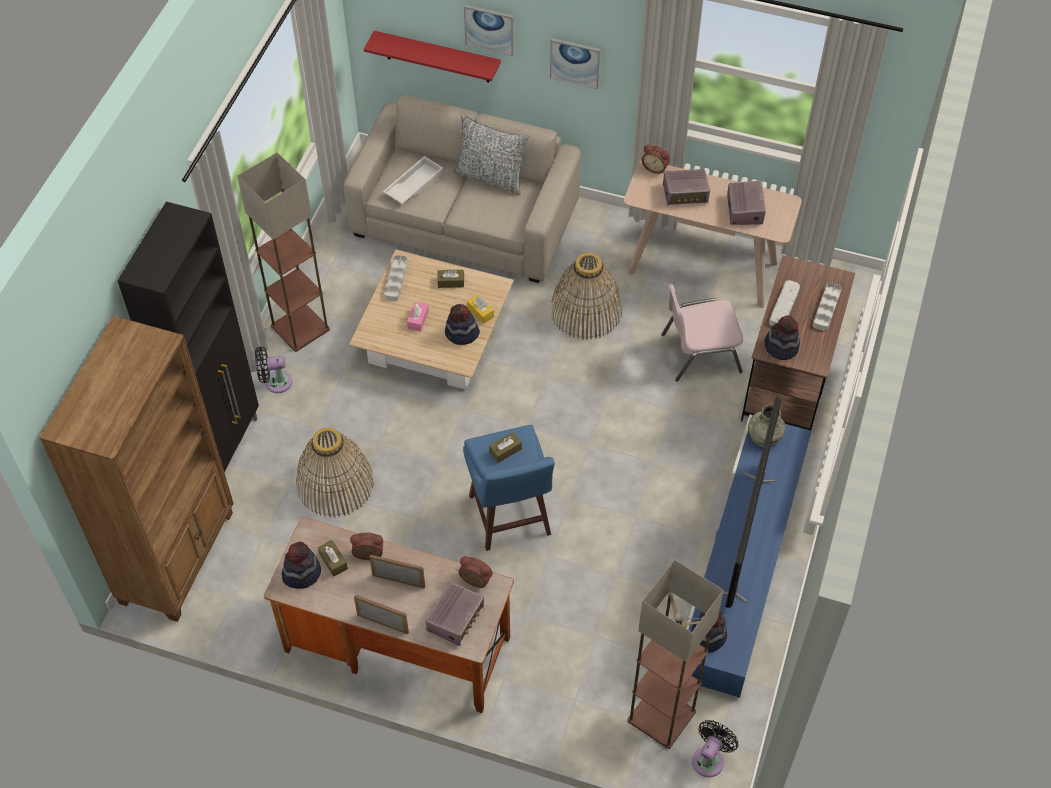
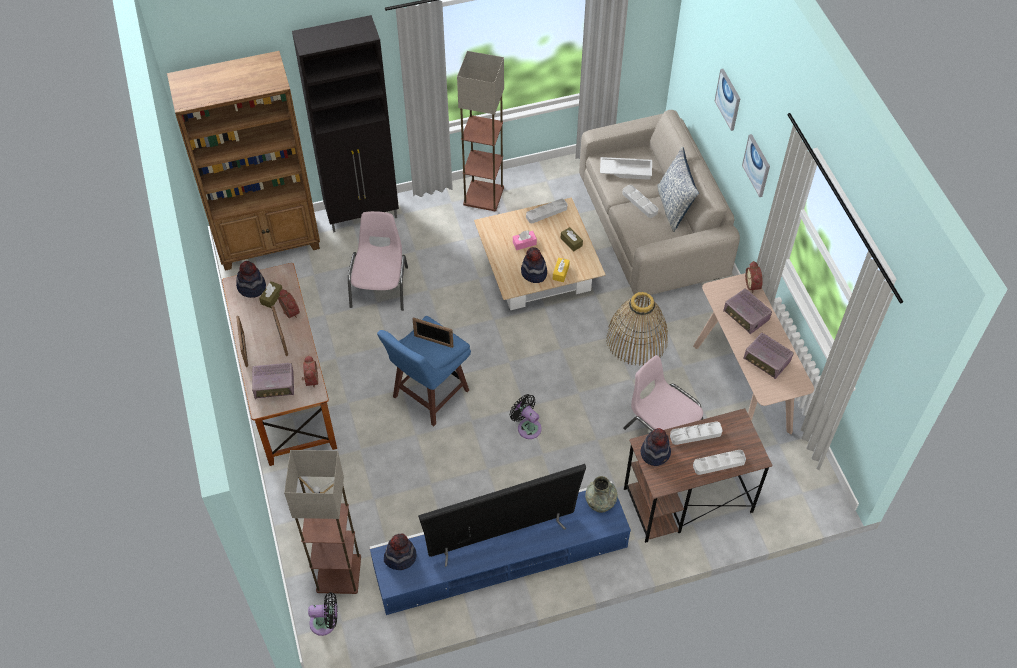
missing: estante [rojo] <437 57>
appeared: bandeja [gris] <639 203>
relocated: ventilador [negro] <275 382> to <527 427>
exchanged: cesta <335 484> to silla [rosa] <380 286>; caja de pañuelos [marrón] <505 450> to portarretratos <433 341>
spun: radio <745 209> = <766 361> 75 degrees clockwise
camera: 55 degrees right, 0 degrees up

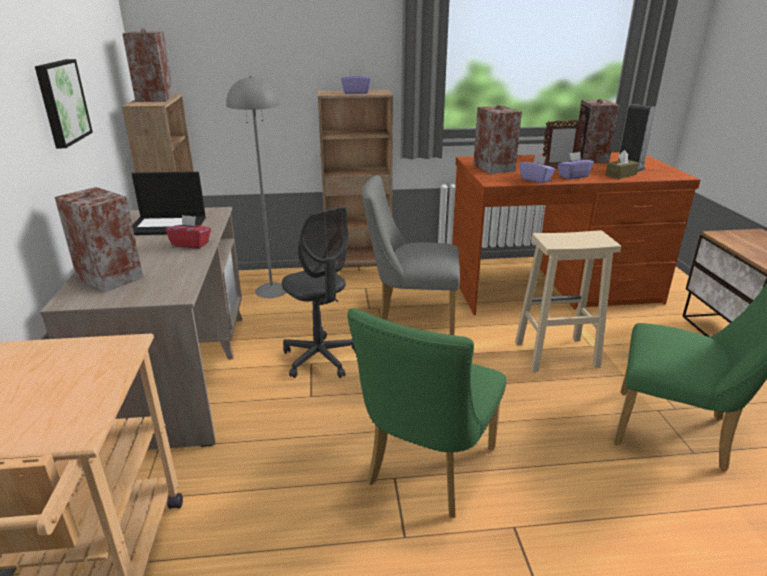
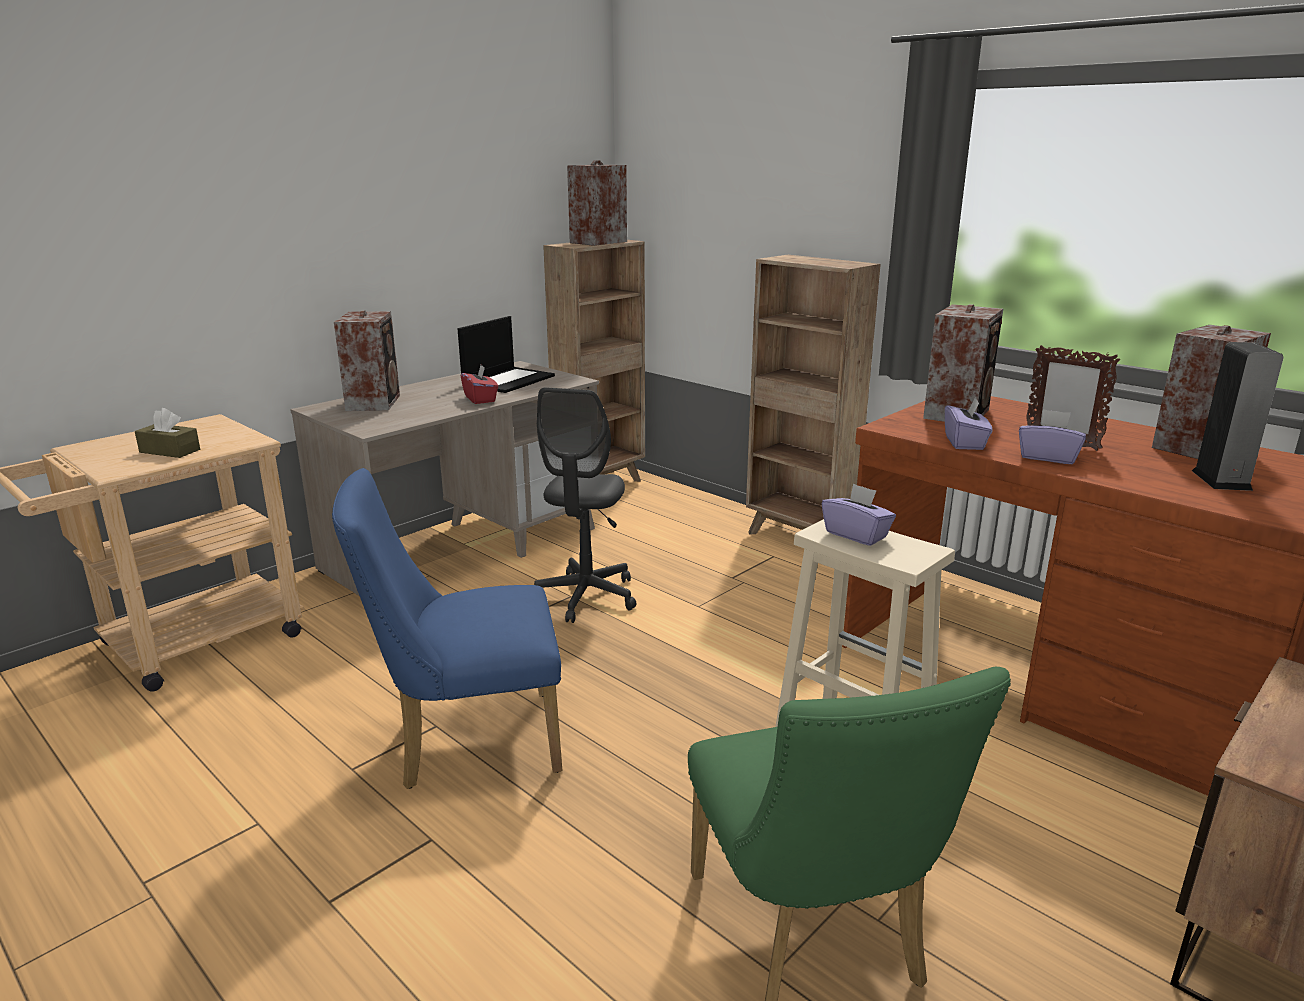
missing: cuadro <61 102>; lámpara de pie [gris] <271 290>; silla [gris] <410 316>
relocated: caja de pañuelos [morado] <355 93> to <856 535>; caja de pañuelos [marrón] <620 175> to <170 451>
colour: silla [verde] <426 472> to silla [azul] <466 741>
spun: portátil <168 225> = <508 380> 105 degrees counterclockwise
camera: 50 degrees right, 5 degrees down

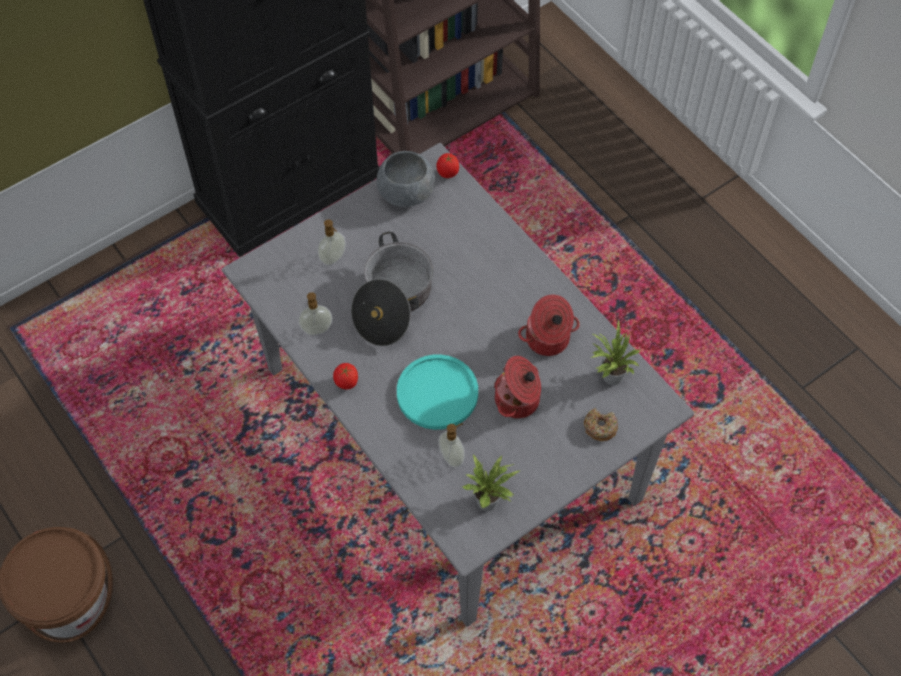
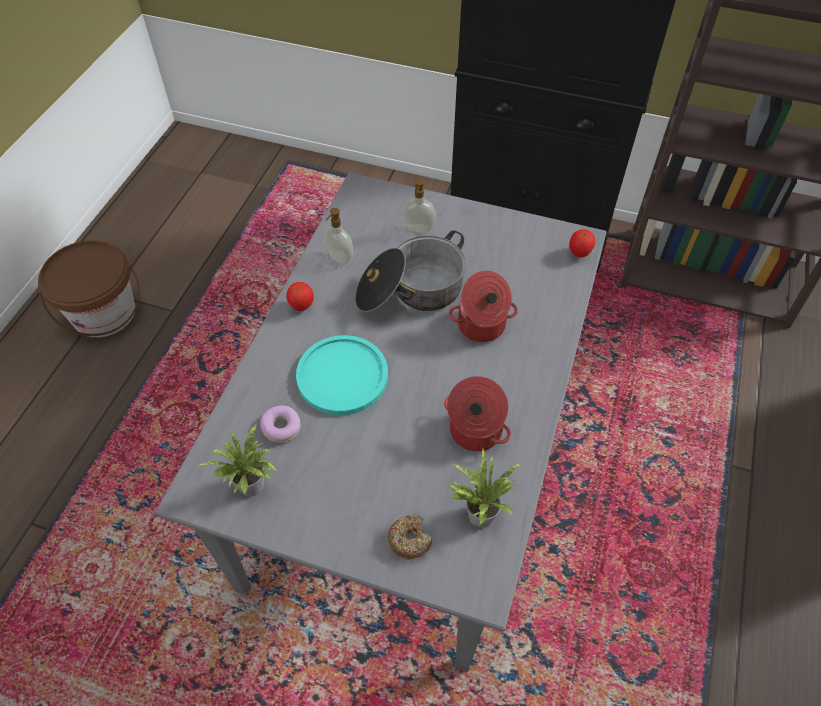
missing: cuenco [gris] <406 192>
relocated: olla <518 400> to <481 326>
exchanged: dispensador de jabón <452 457> to rosquilla <281 427>
camera: 55 degrees right, 5 degrees down

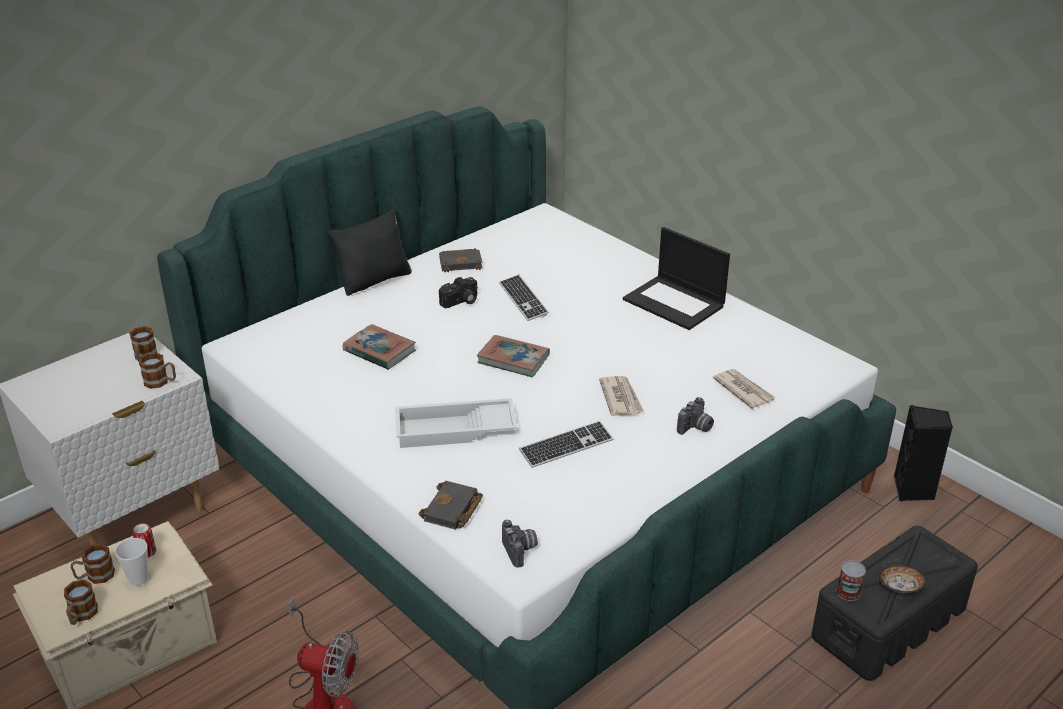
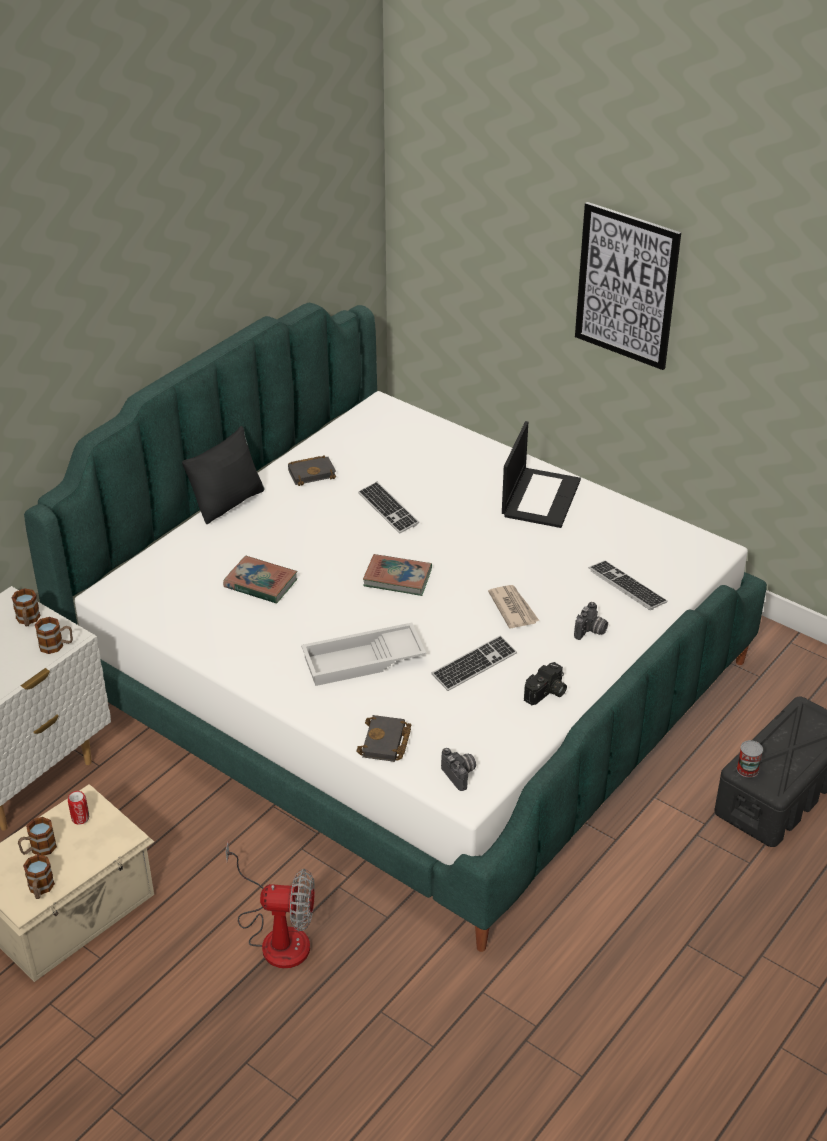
missing: altavoz [negro] <913 490>; taza <139 579>; cuenco <899 587>
appeared: cuadro <626 286>
relocated: cámara <461 302> to <547 693>
exchanged: periódico <743 390> to teclado <627 586>
spun: portátil <675 303> = <540 497> 105 degrees counterclockwise
camera: 10 degrees left, 5 degrees up

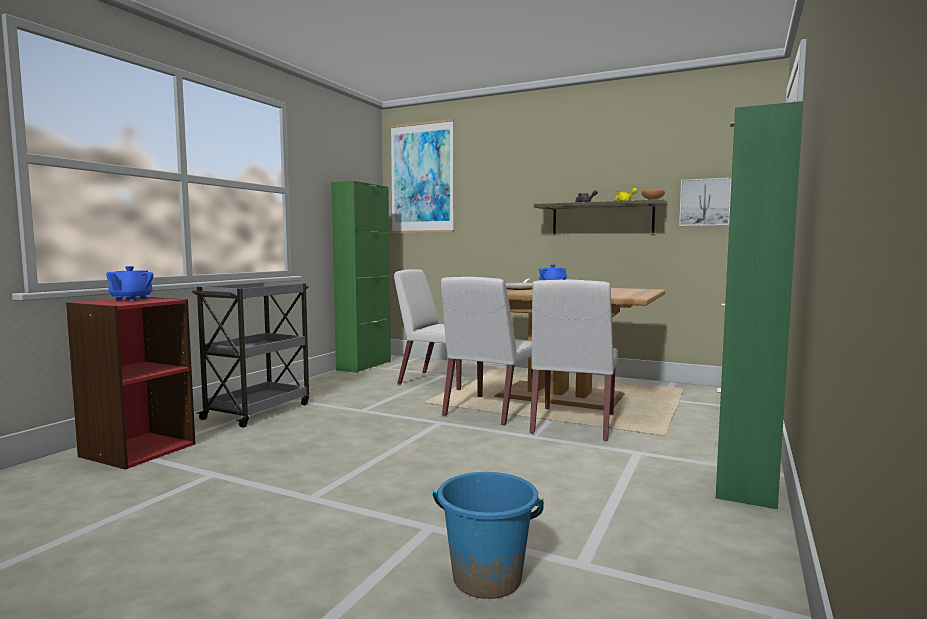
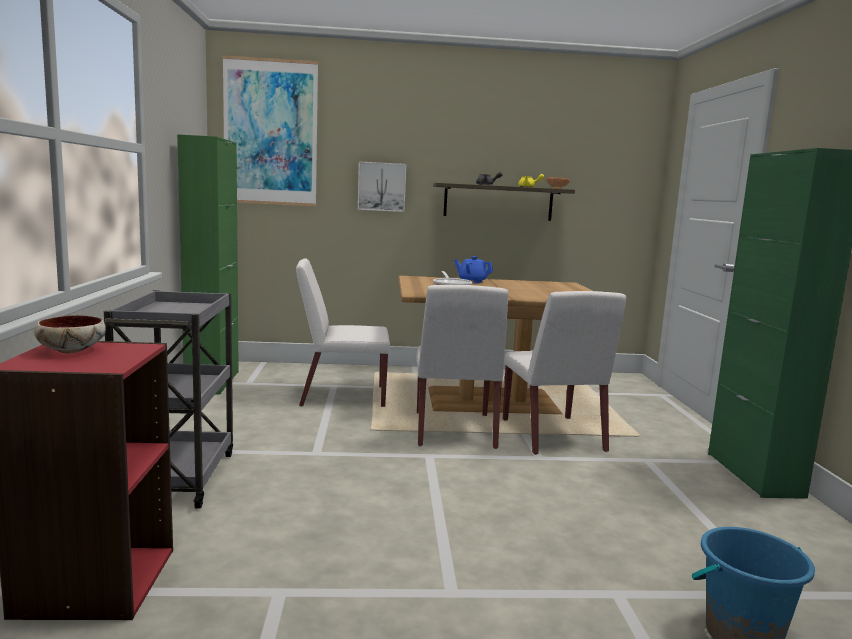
relocated: cuadro <705 202> to <381 186>
exchanged: tetera [azul] <131 299> to cuenco <71 350>
camera: 30 degrees left, 5 degrees up

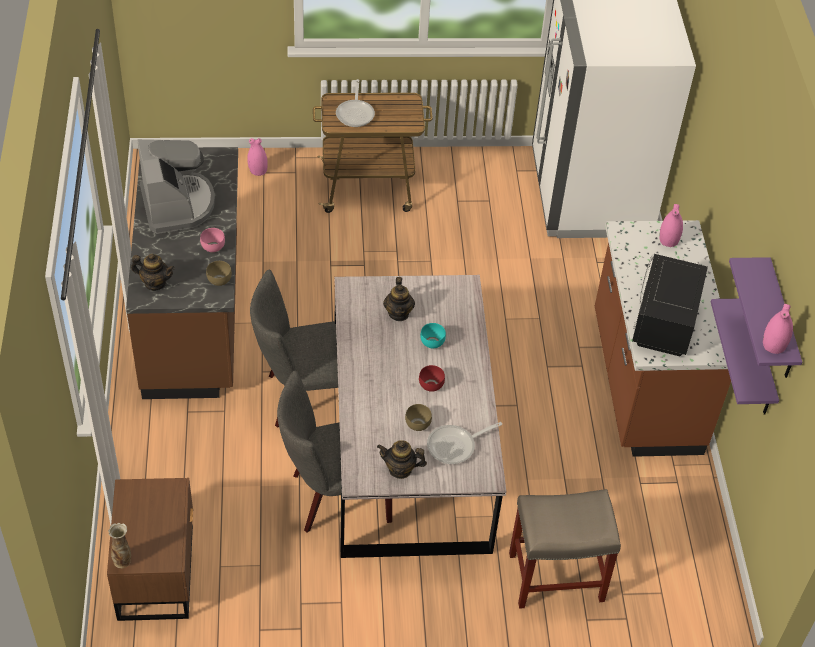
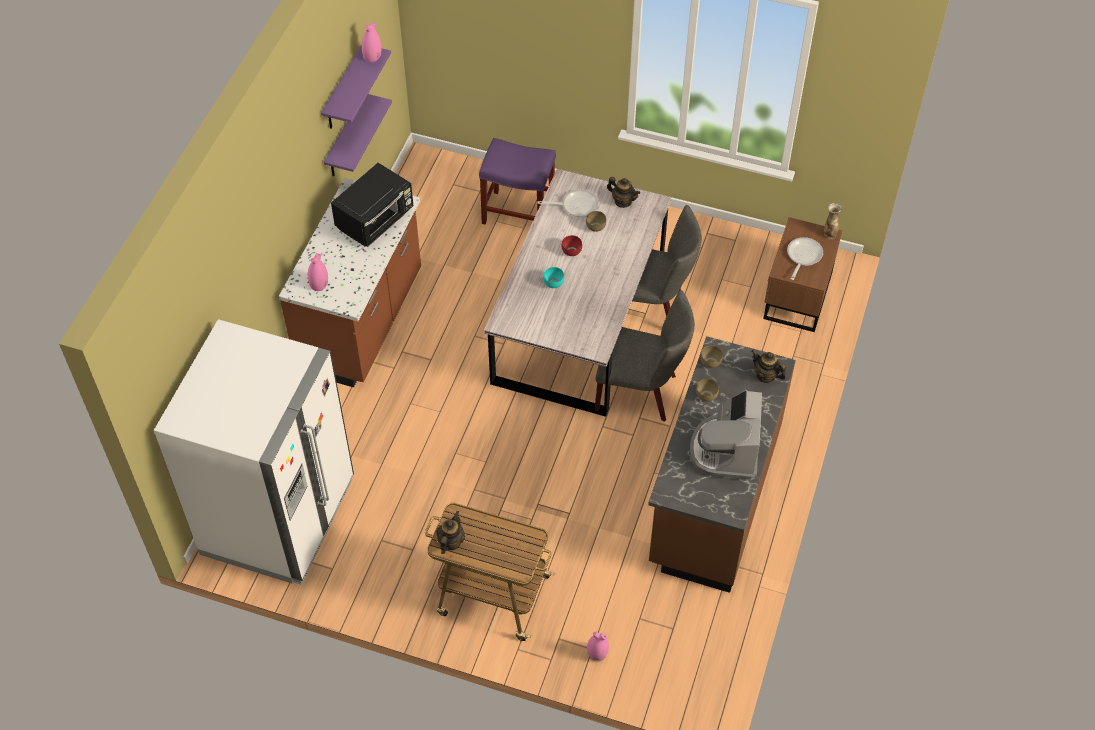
relocated: sartén <355 113> to <802 256>; tetera <398 313> to <450 542>
colour: cuenco [rosa] <214 247> to cuenco [marrón] <705 396>; taburete [beis] <554 577> to taburete [morado] <519 213>
camera: 155 degrees left, 5 degrees up

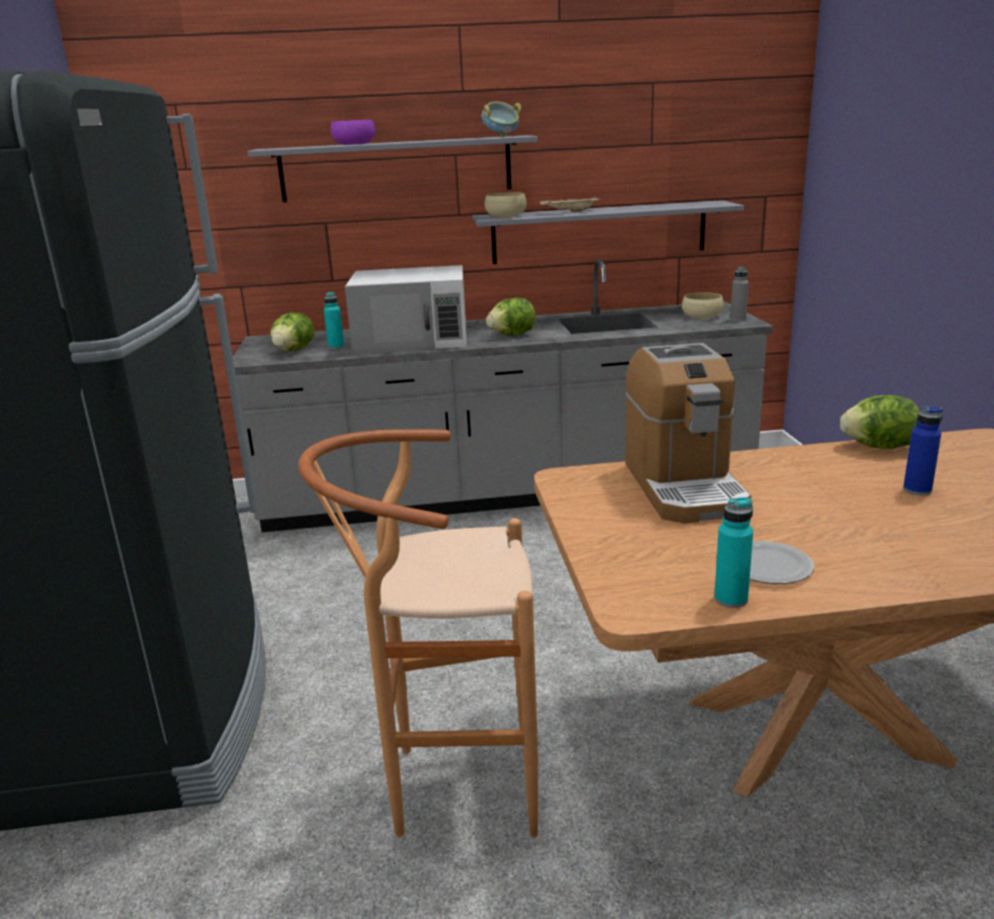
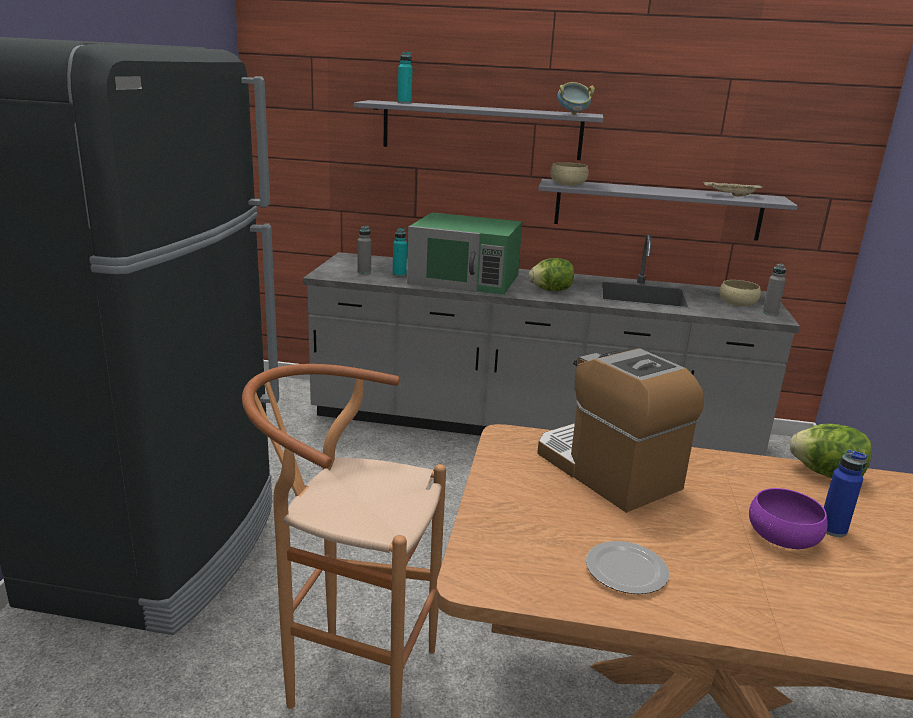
relocated: cuenco [morado] <354 144> to <783 536>; bandeja [beis] <569 212> to <730 195>; botella [turquesa] <731 599> to <404 103>
exchanged: lechuga <293 351> to botella [gris] <364 272>
colour: microondas [blanco] <413 339> to microondas [verde] <465 279>
spun: cafetera <684 487> = <606 471> 135 degrees clockwise
camera: 15 degrees right, 0 degrees up

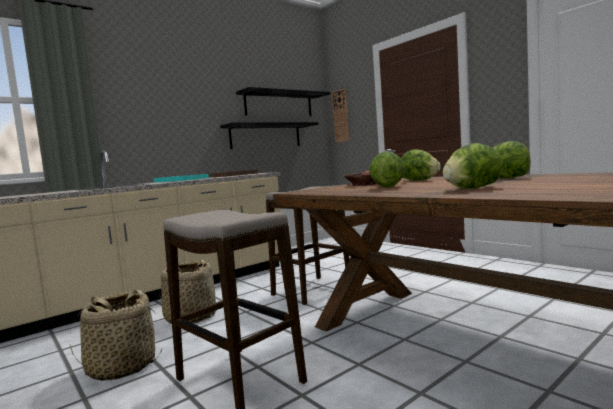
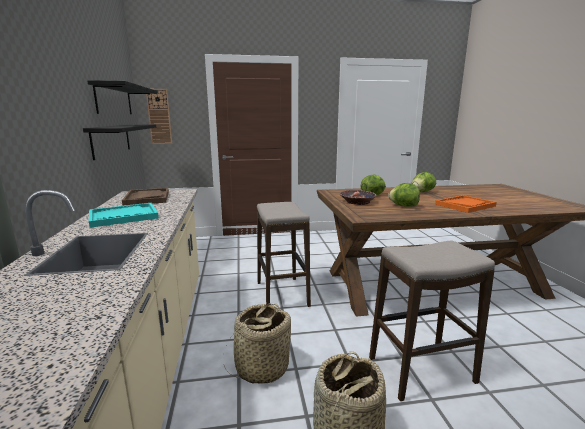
exchanged: lechuga <472 188> to bandeja [naranja] <465 205>
camera: 60 degrees left, 10 degrees up

